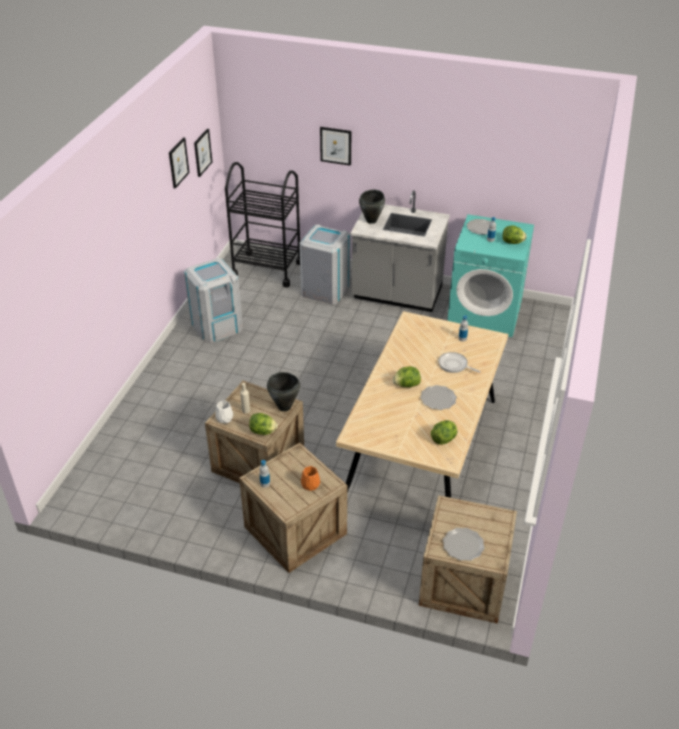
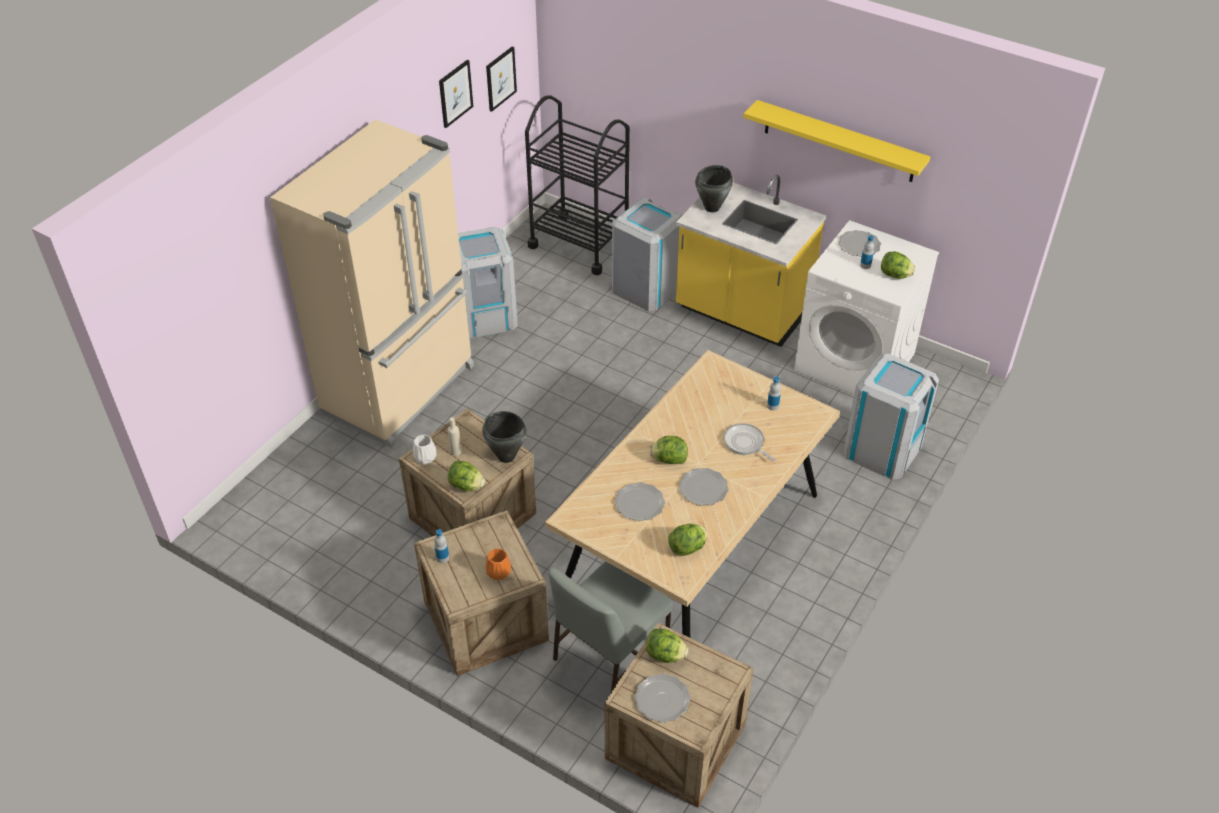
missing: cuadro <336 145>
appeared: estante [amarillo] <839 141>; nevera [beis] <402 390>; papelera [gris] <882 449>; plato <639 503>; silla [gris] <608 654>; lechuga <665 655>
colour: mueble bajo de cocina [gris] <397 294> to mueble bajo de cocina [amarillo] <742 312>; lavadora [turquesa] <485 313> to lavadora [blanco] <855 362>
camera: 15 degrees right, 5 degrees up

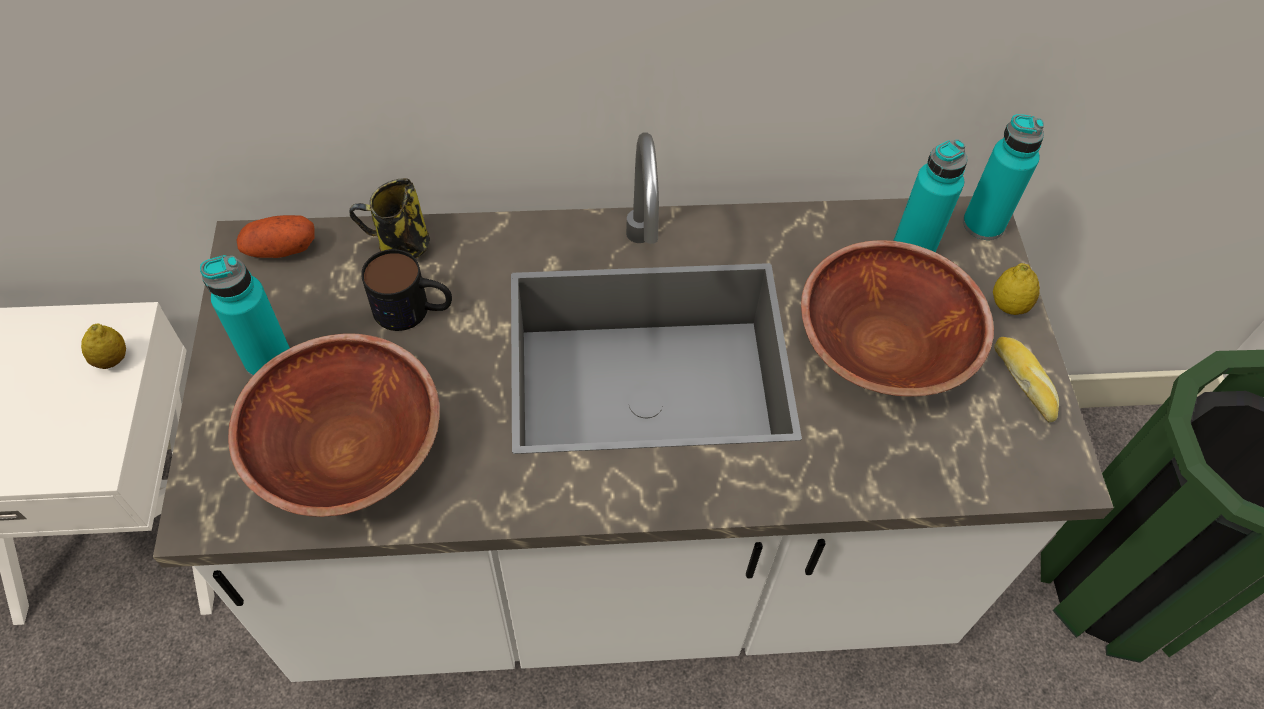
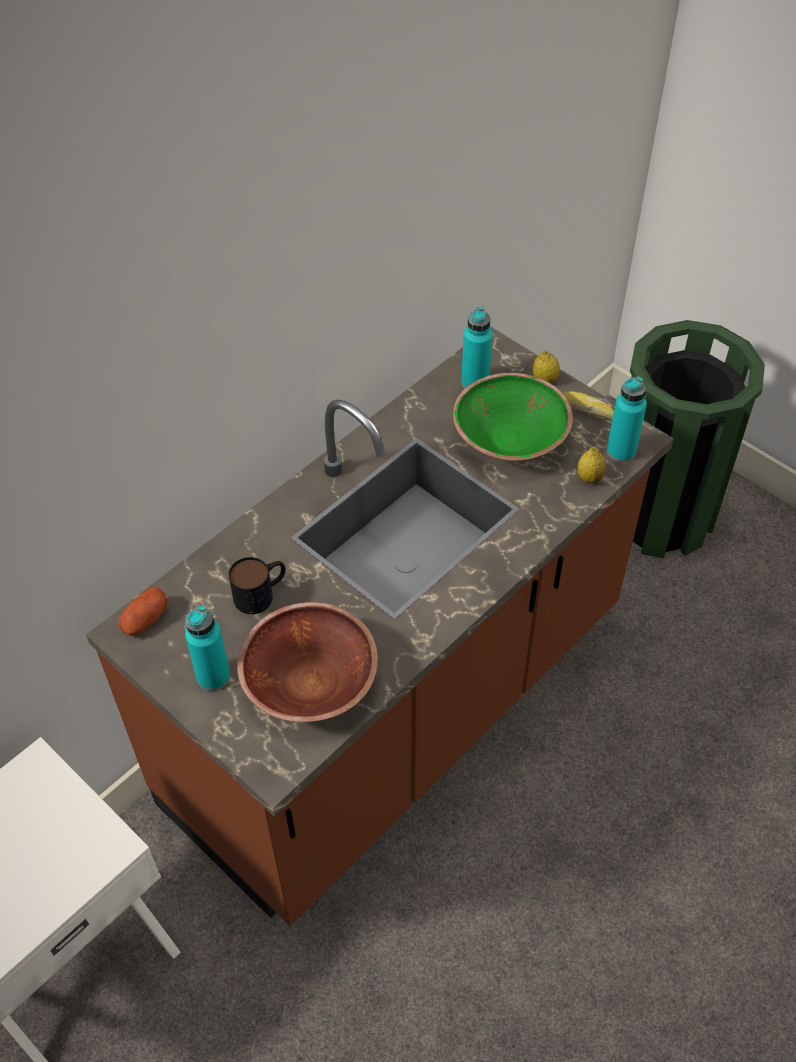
missing: taza grande <401 245>
relocated: botella [turquesa] <983 224> to <621 451>; limón <112 359> to <589 477>
colour: mueble bajo de cocina [blanco] <621 560> to mueble bajo de cocina [marrón] <399 711>; cuenco [marrón] <884 347> to cuenco [verde] <511 439>
camera: 40 degrees left, 5 degrees down

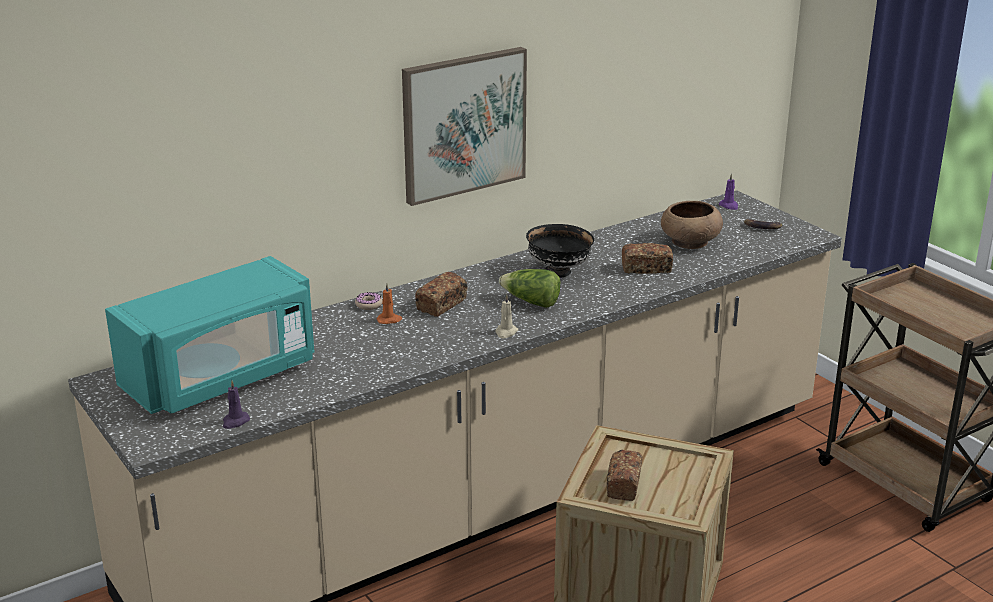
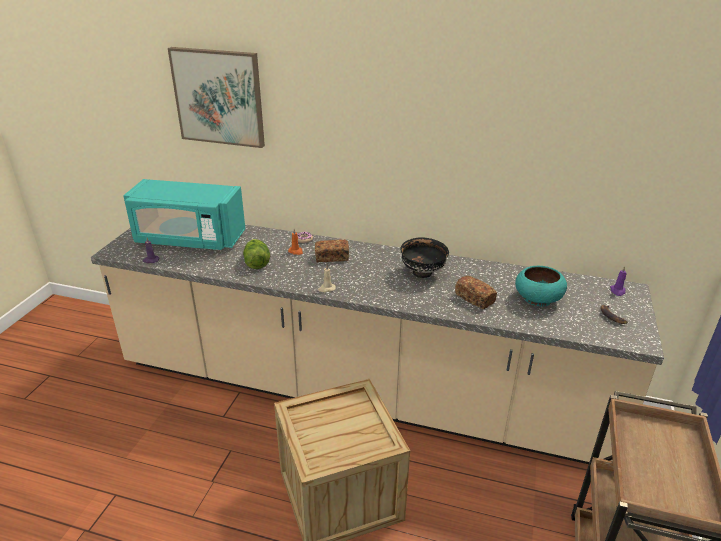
missing: pan <623 485>
relocated: cuadro <463 124> to <219 97>; lechuga <531 302> to <256 262>
colour: cuenco [marrón] <689 242> to cuenco [turquesa] <537 299>
camera: 50 degrees right, 5 degrees up

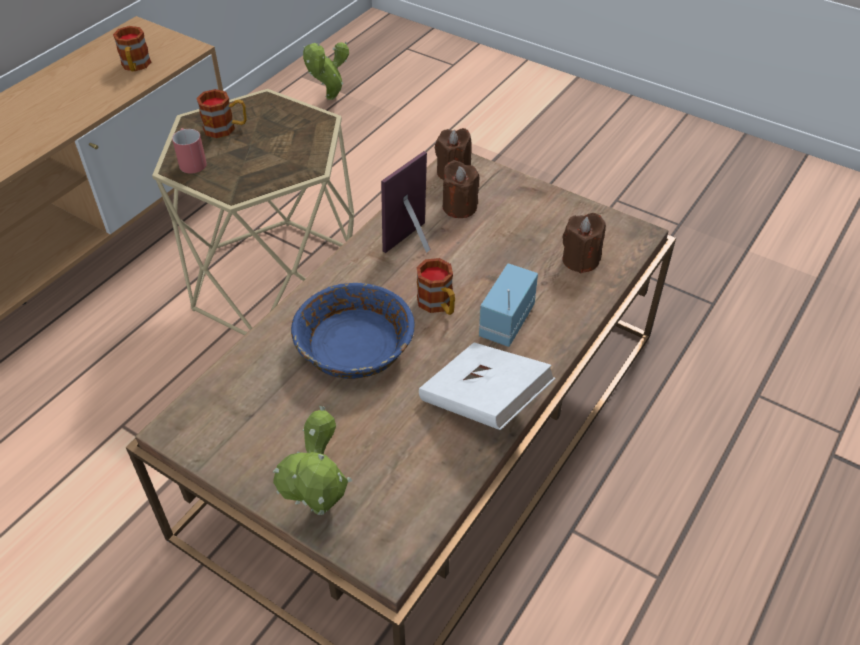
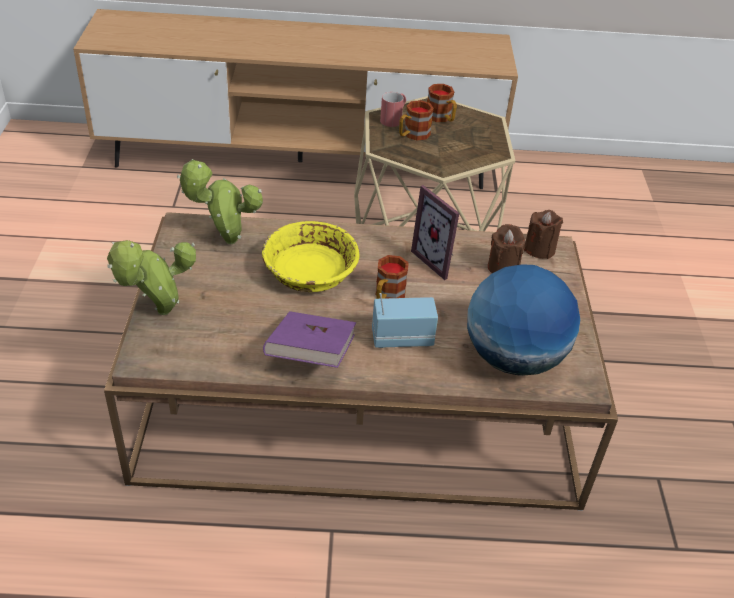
relocated: taza grande <135 66> to <412 135>; planta en maceta <329 99> to <225 241>
exchanged: vela [marrón] <580 260> to globo terráqueo <513 358>
colour: cuenco [azul] <354 347> to cuenco [amarillo] <309 271>; libro [blanco] <483 403> to libro [morado] <310 355>
spun: portarretratos <415 243> = <439 260> 135 degrees counterclockwise
camera: 55 degrees right, 5 degrees down

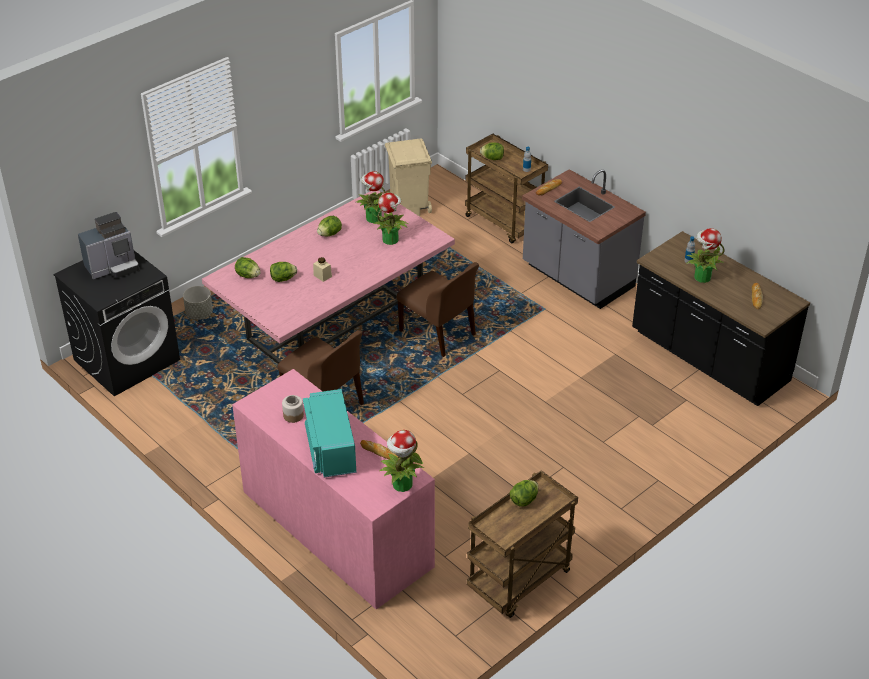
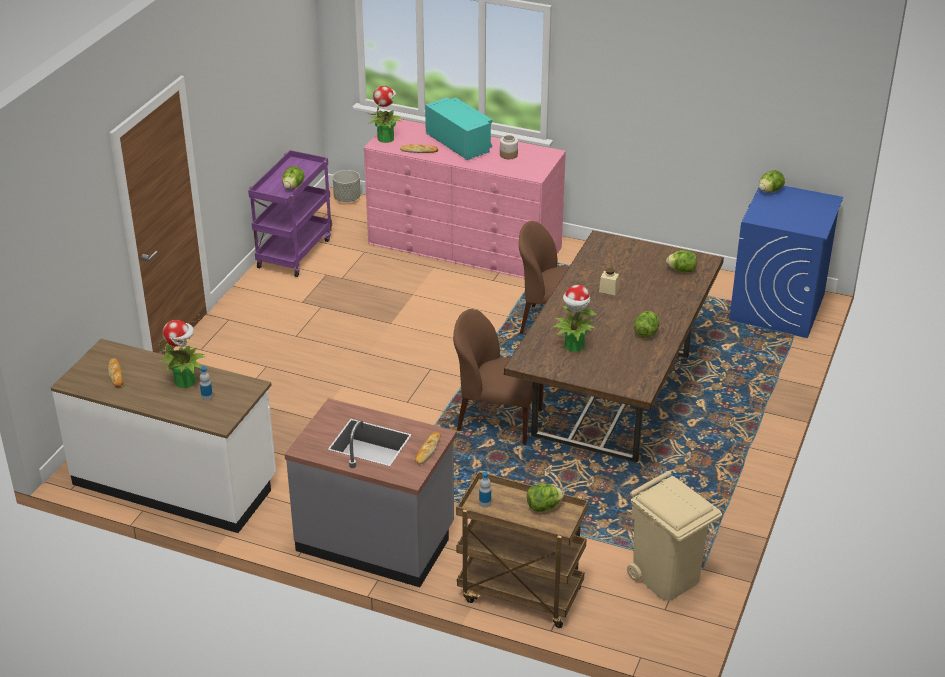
missing: planta en maceta <373 218>; cafetera <113 267>
relocated: lechuga <283 279> to <770 191>; maceta [gris] <199 314> to <347 198>
colour: mesa de comedor [rosa] <334 327> to mesa de comedor [marrón] <613 393>; mueble bajo de cocina [negro] <708 358> to mueble bajo de cocina [blanco] <176 482>; lavadora [negro] <127 359> to lavadora [azul] <777 308>; carrito [marrón] <519 582> to carrito [morado] <294 252>
camera: 155 degrees right, 5 degrees down

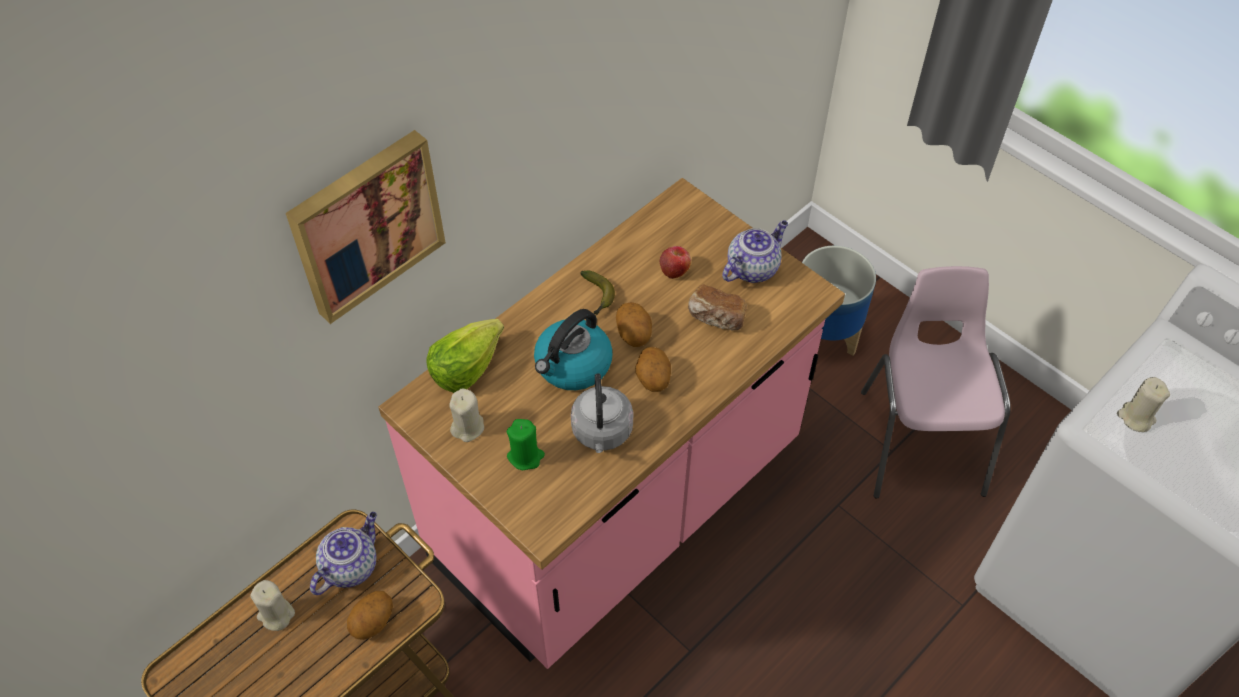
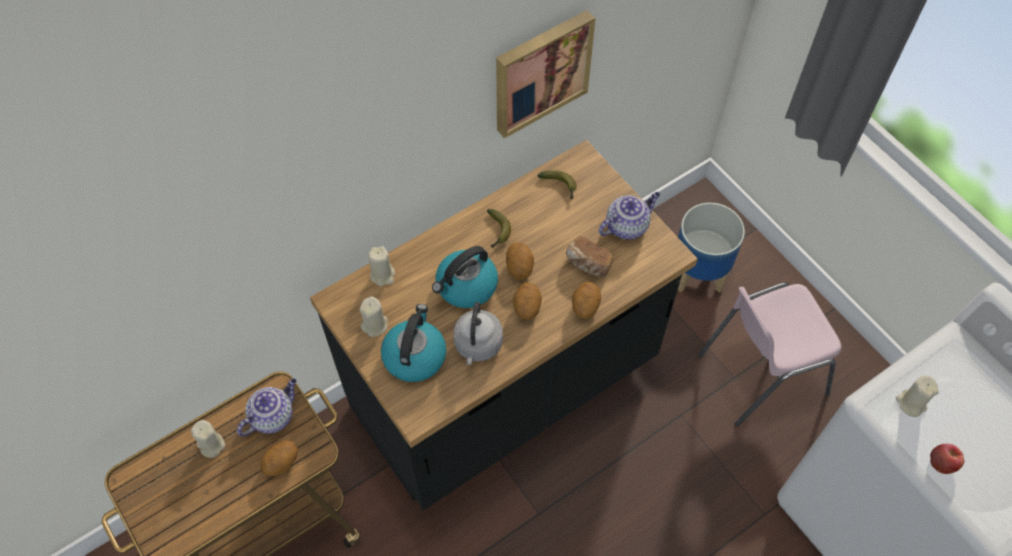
appeared: plátano <560 186>; patata <585 307>
relocated: cuadro <365 224> to <540 71>; manzana <674 270> to <942 463>
exchanged: lechuga <466 367> to vela [beis] <382 275>; vela [verde] <525 456> to hervidor <414 355>
colour: mueble bajo de cocina [rosa] <619 506> to mueble bajo de cocina [negro] <506 388>
spun: silla [rosa] <920 441> = <760 373> 120 degrees counterclockwise
camera: 10 degrees right, 5 degrees up

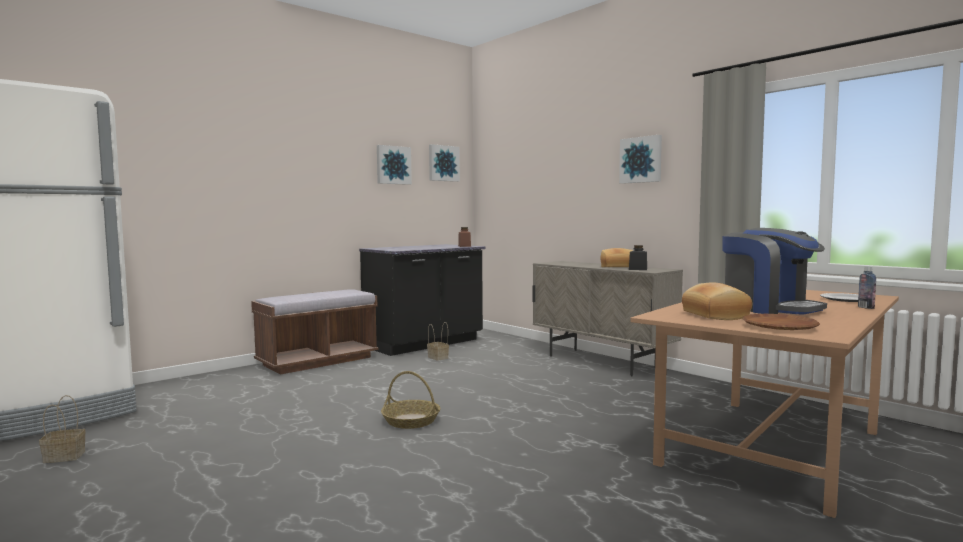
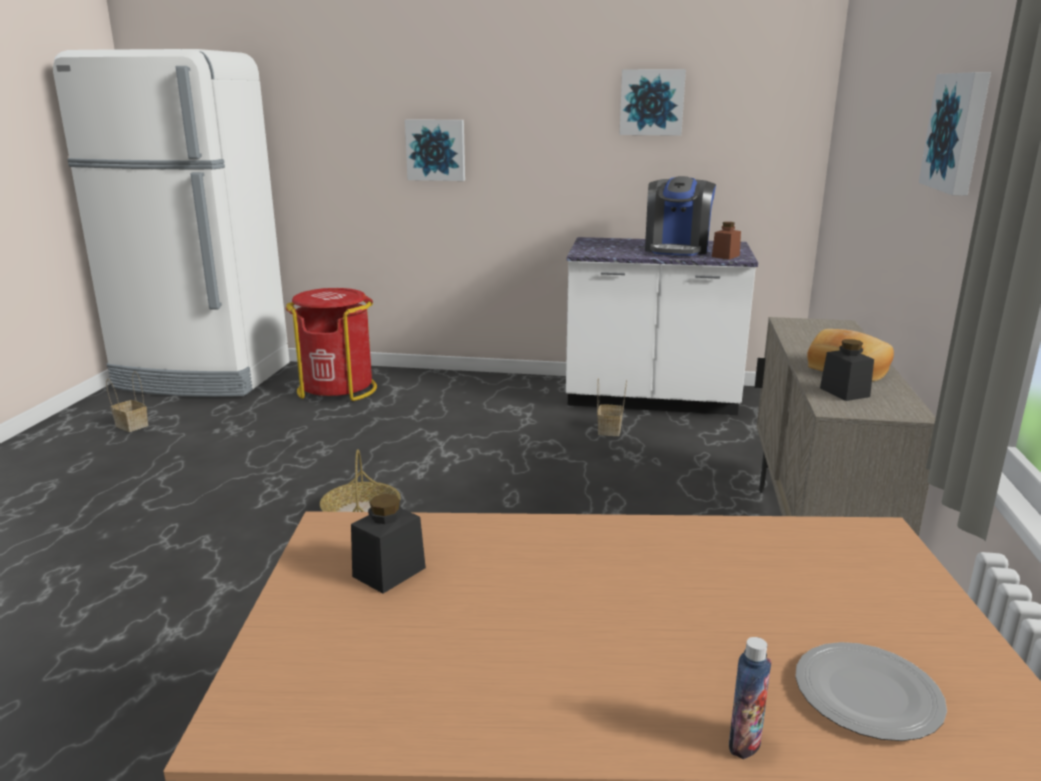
missing: banco [marrón] <318 361>; plato [marrón] <779 327>
appeared: papelera [rojo] <337 389>
relocated: cuadro <443 163> to <436 150>; cafetera <769 308> to <677 249>
exchanged: pan <714 315> to tarro [negro] <389 572>
colour: mueble bajo de cocina [negro] <425 344> to mueble bajo de cocina [blanco] <651 399>
camera: 50 degrees right, 15 degrees up

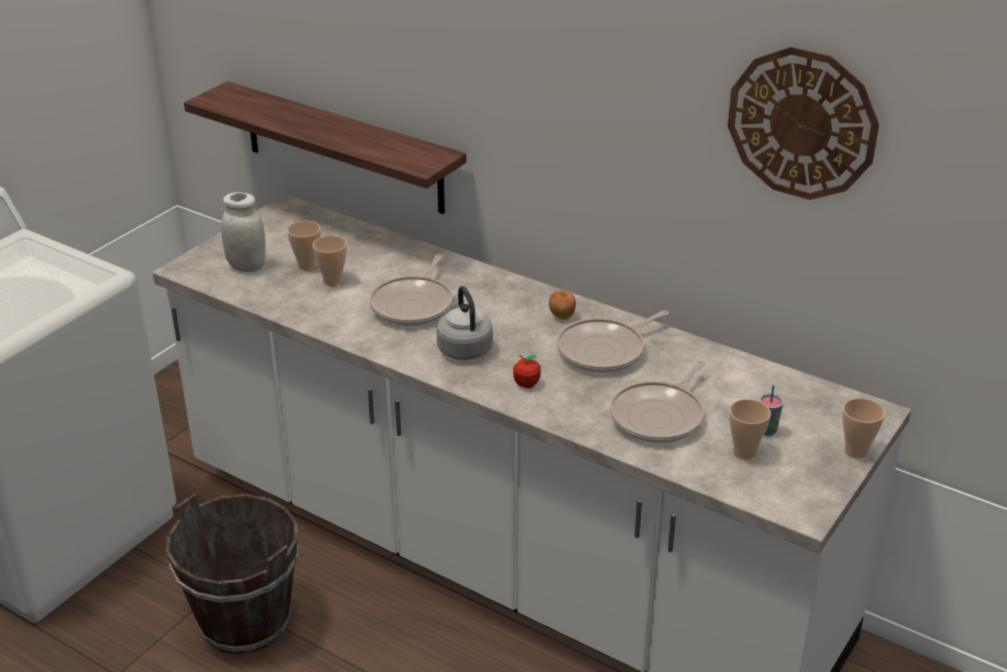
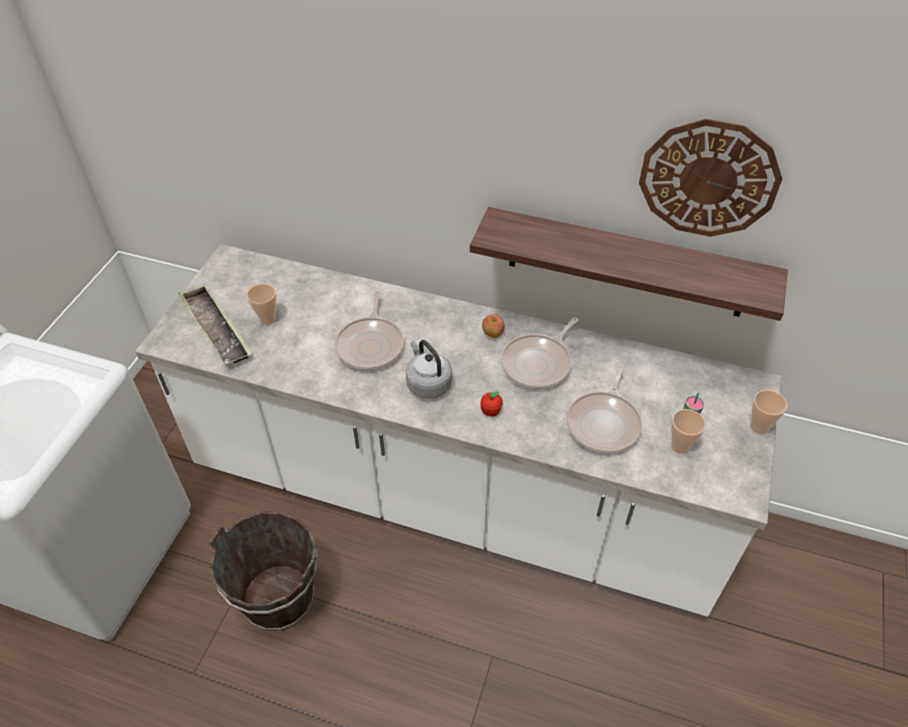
missing: taza <332 281>
relocated: estante <343 148> to <626 263>
exchanged: tarro [blanco] <247 266> to bandeja <216 329>
camera: 15 degrees left, 15 degrees up

